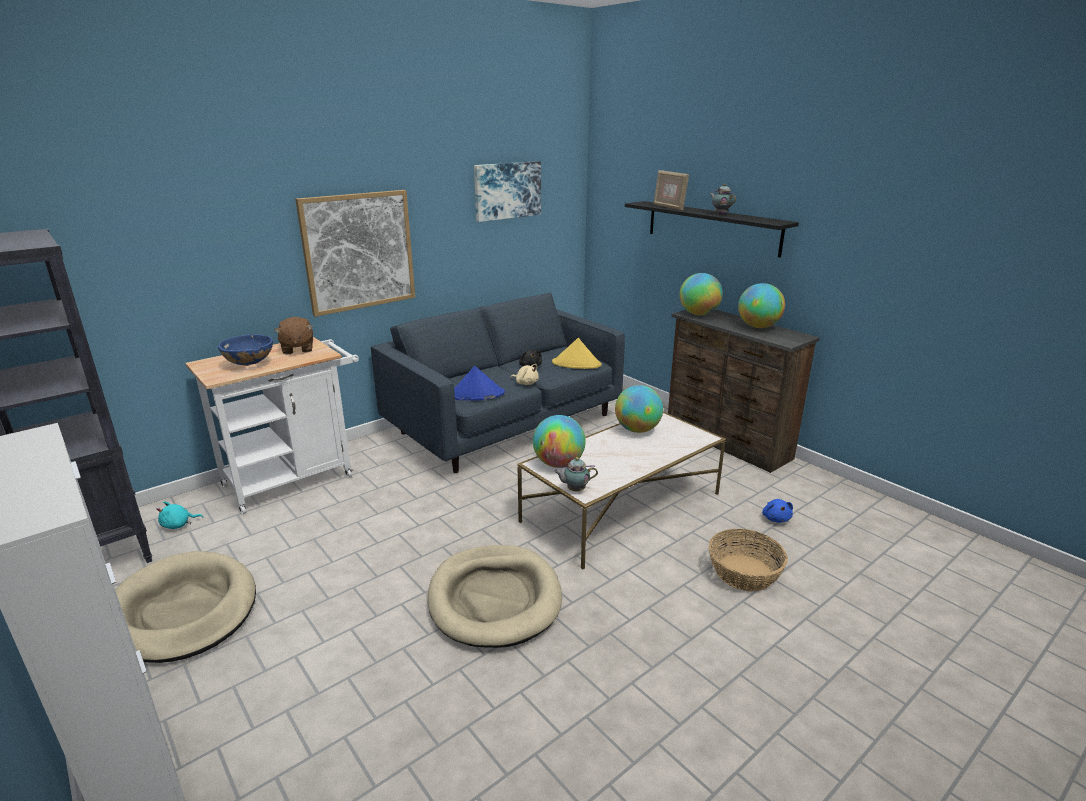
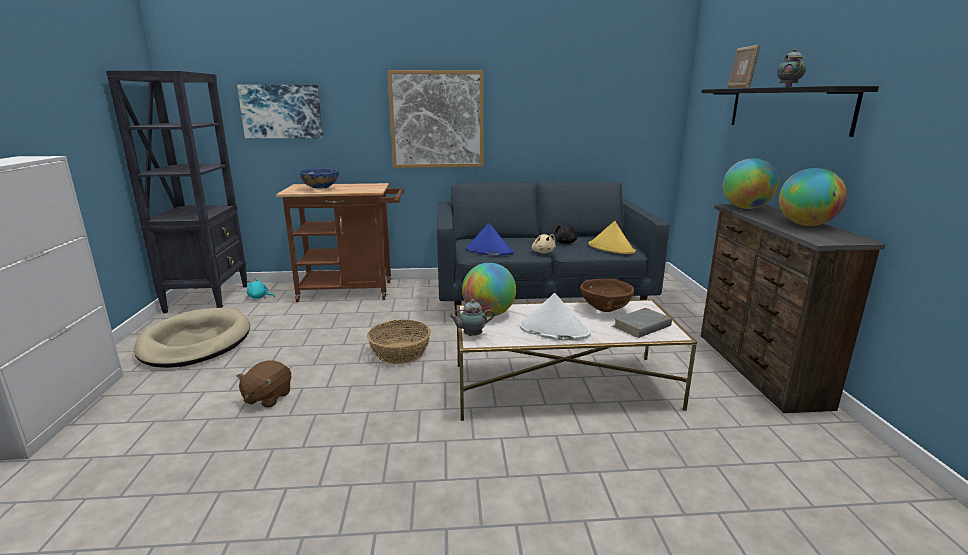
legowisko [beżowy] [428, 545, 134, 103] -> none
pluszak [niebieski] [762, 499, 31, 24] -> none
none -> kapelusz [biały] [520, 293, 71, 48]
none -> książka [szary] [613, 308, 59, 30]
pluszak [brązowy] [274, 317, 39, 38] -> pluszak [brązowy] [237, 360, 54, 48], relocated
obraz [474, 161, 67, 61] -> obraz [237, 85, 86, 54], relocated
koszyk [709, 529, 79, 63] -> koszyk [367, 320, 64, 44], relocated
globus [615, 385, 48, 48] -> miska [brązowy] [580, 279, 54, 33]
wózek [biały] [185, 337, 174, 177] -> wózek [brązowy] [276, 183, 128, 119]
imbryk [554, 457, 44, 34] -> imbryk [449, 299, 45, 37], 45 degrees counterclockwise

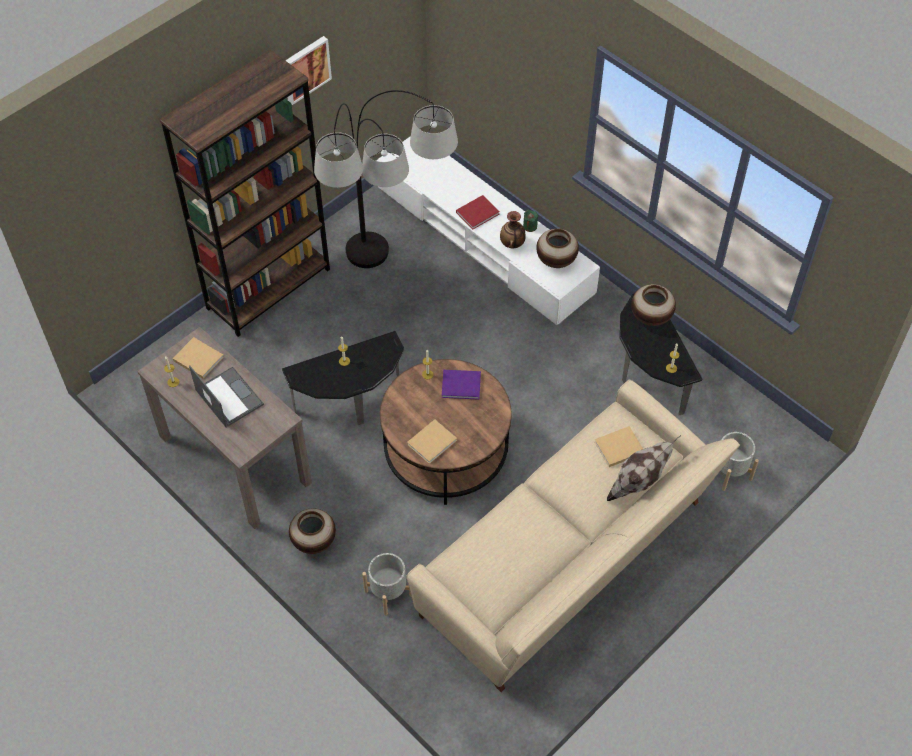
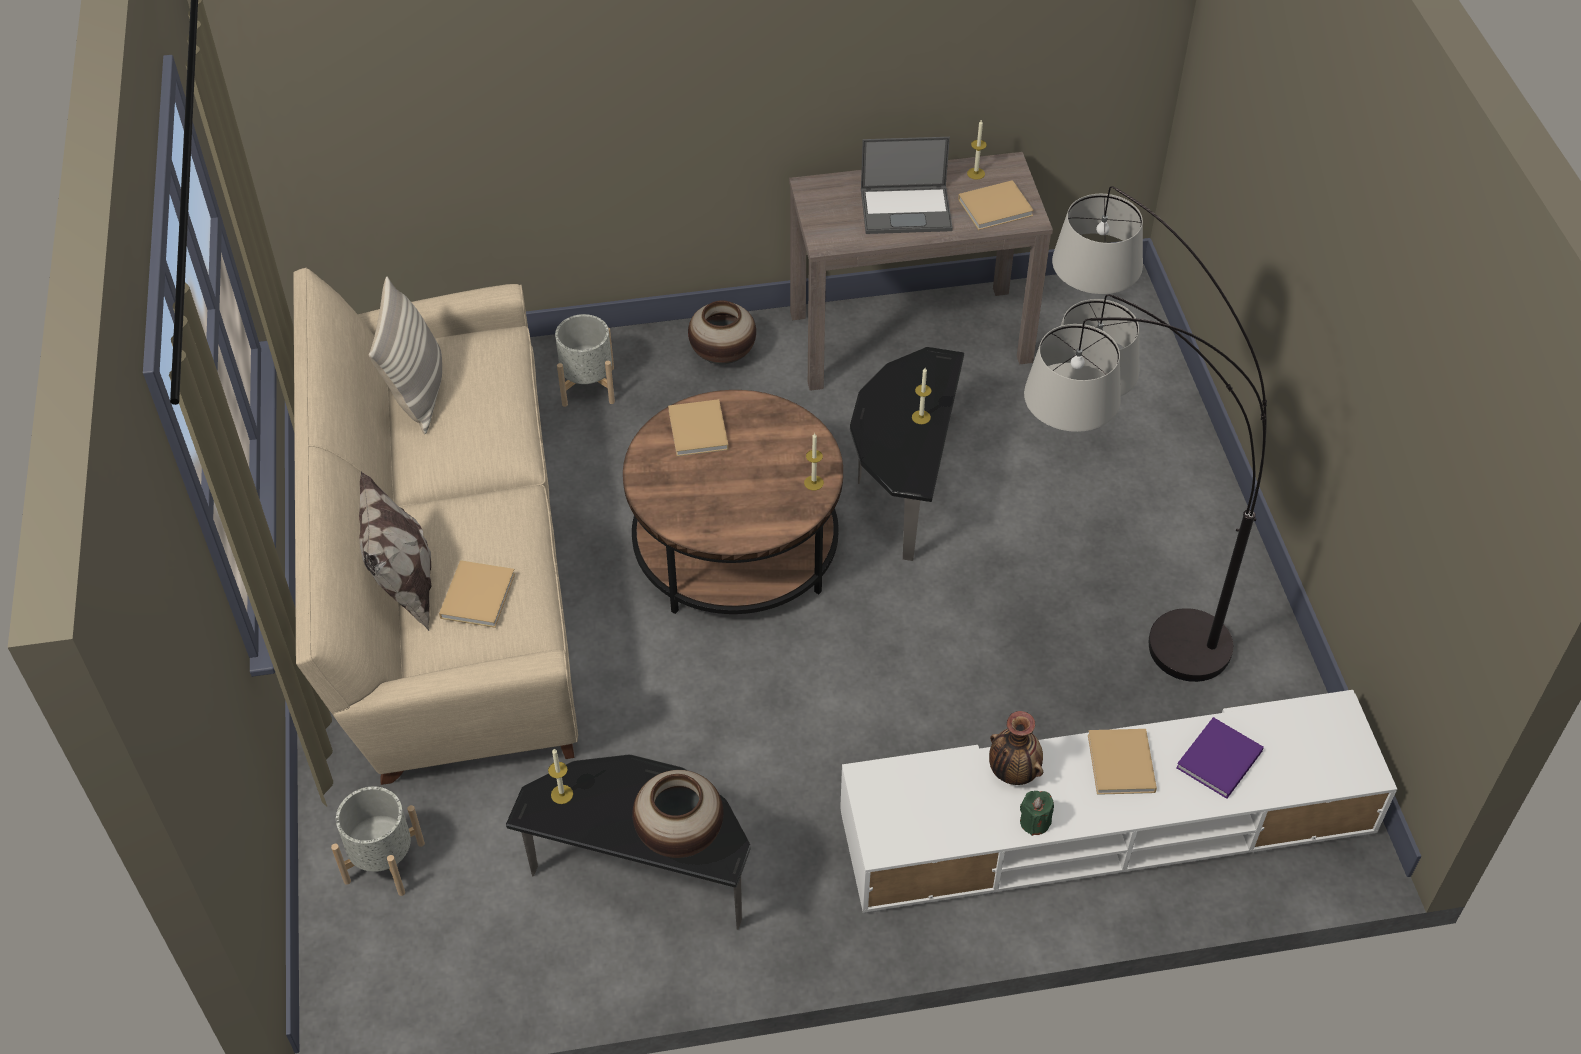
regał [brązowy] [160, 49, 170, 288] -> none
obraz [285, 36, 47, 69] -> none
wazon [536, 229, 43, 39] -> none
none -> poduszka [369, 277, 73, 157]
książka [fioletowy] [442, 370, 39, 30] -> książka [fioletowy] [1176, 717, 88, 82], relocated
książka [czerwony] [456, 195, 44, 34] -> książka [beżowy] [1088, 729, 69, 66]

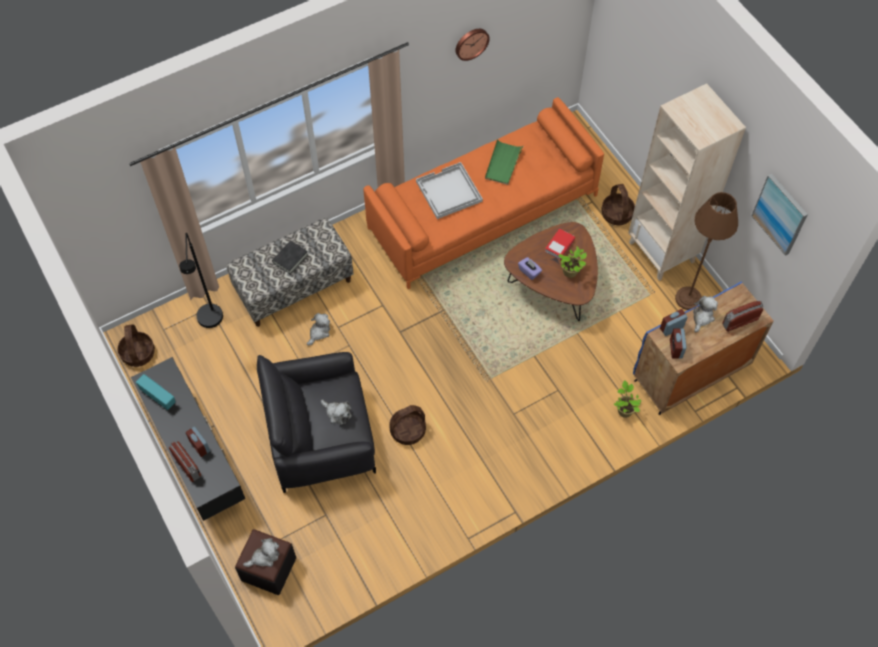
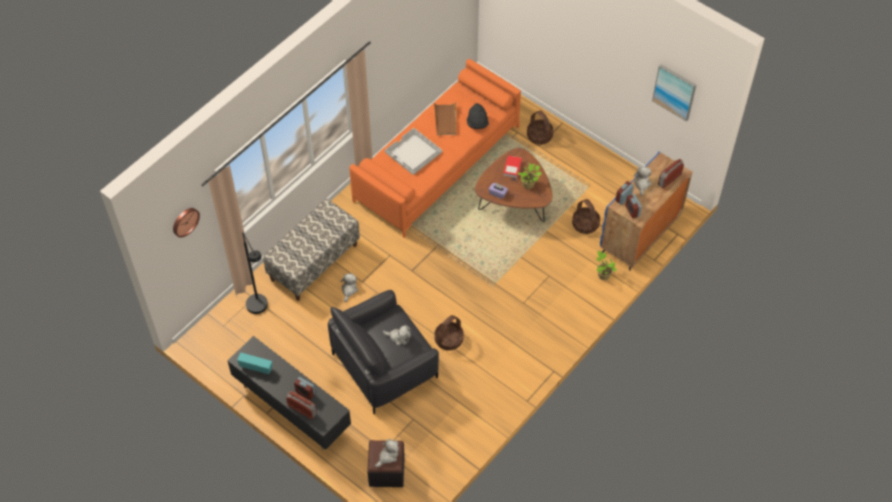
książka [czarny] [272, 241, 36, 33] -> none
regał [beżowy] [628, 84, 118, 197] -> none
lampa stojąca [brązowy] [675, 192, 63, 118] -> none
none -> kapelusz [czarny] [467, 103, 22, 26]
koszyk [118, 324, 37, 43] -> koszyk [572, 199, 28, 35], relocated
zegar ścienny [455, 29, 35, 32] -> zegar ścienny [173, 208, 27, 30], relocated
taca [zielony] [485, 139, 39, 46] -> taca [brązowy] [434, 103, 22, 32]

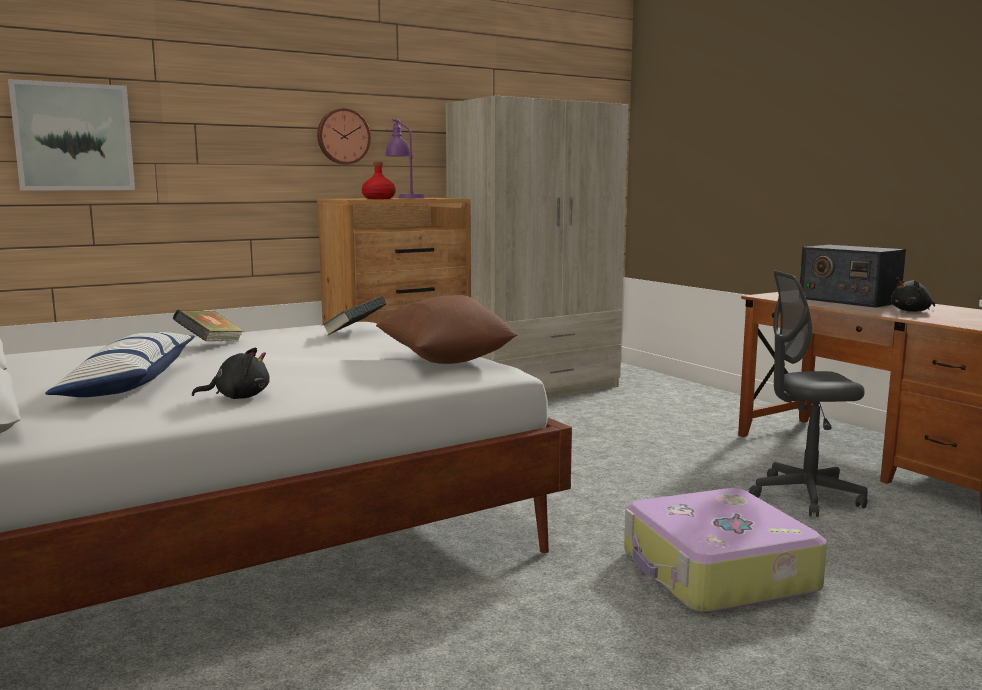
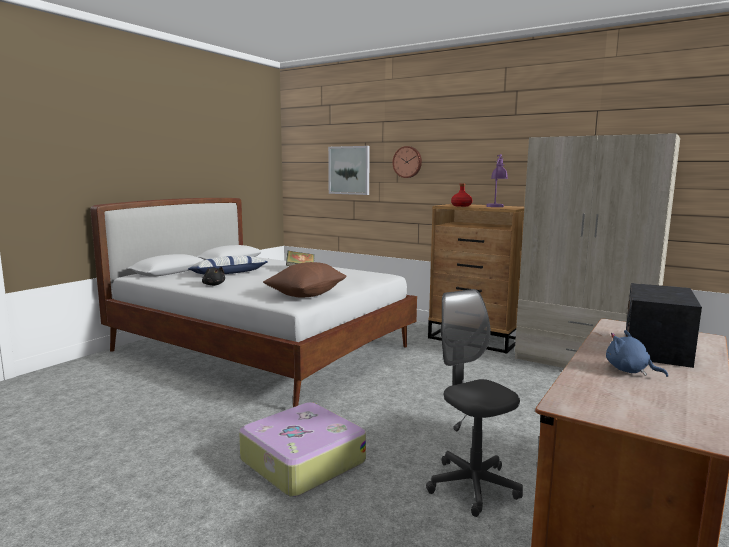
książka [322, 296, 64, 39] -> none
zegar ścienny [317, 108, 54, 56] -> zegar ścienny [392, 146, 30, 32], relocated
pluszak [czarny] [891, 278, 44, 34] -> pluszak [niebieski] [606, 330, 62, 47]

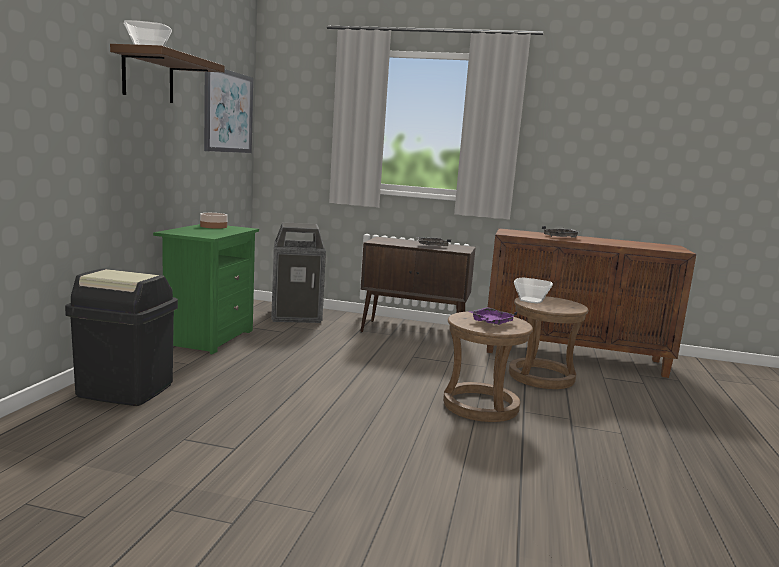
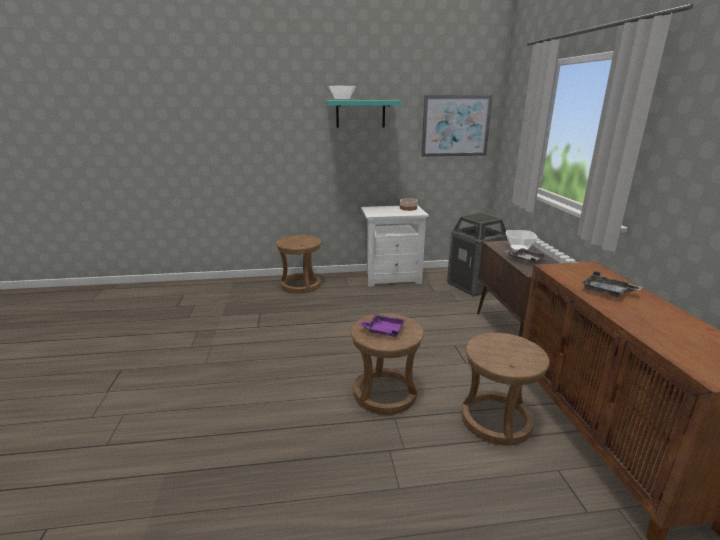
miska [514, 277, 39, 26] -> miska [506, 230, 31, 21], relocated
kosz na śmieci [czarny] [65, 269, 113, 137] -> stołek [brązowy] [276, 235, 45, 59]
półka [brązowy] [110, 44, 115, 59] -> półka [turkusowy] [326, 100, 75, 28]
szafka nocna [zielony] [153, 224, 106, 130] -> szafka nocna [biały] [361, 205, 68, 82]

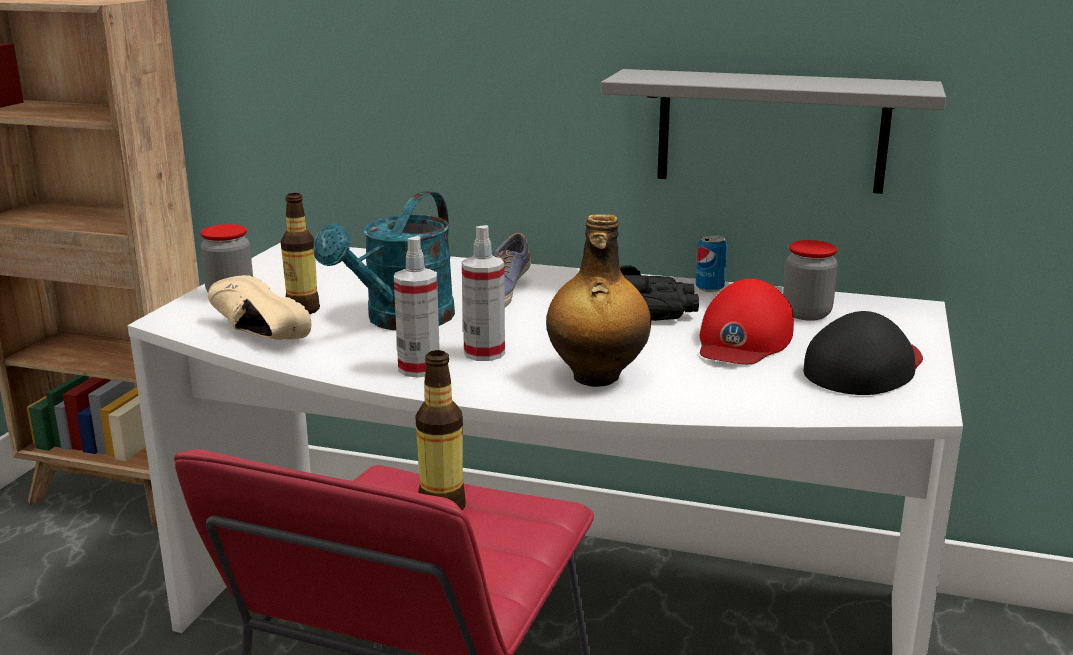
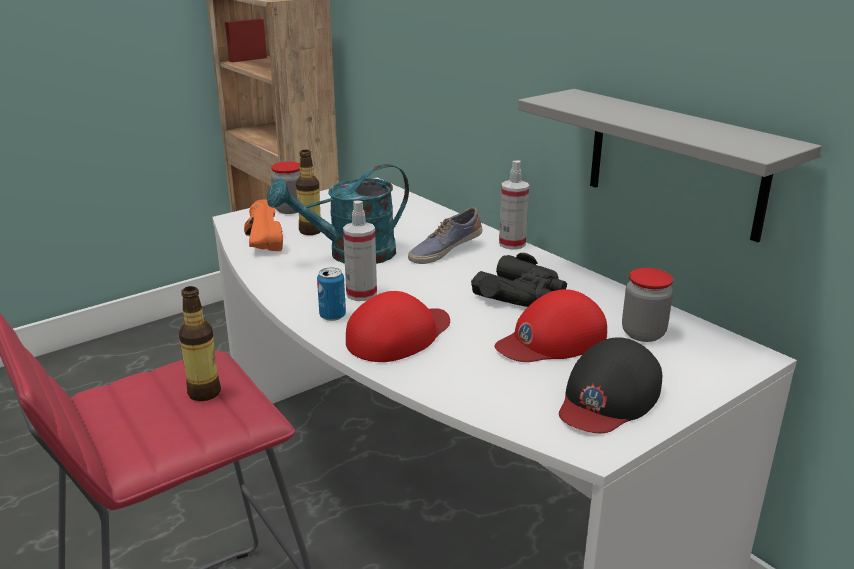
spryskiwacz [394, 236, 46, 142] -> spryskiwacz [499, 160, 30, 90], relocated
puszka [696, 235, 31, 57] -> puszka [317, 268, 29, 53], relocated
butelka [546, 214, 105, 173] -> czapka z daszkiem [czerwony] [346, 291, 104, 71]
but [beżowy] [208, 275, 103, 65] -> but [pomarańczowy] [244, 199, 39, 52]
czapka z daszkiem [czarny] [804, 311, 119, 84] -> czapka z daszkiem [czarny] [559, 337, 103, 96], 135 degrees clockwise

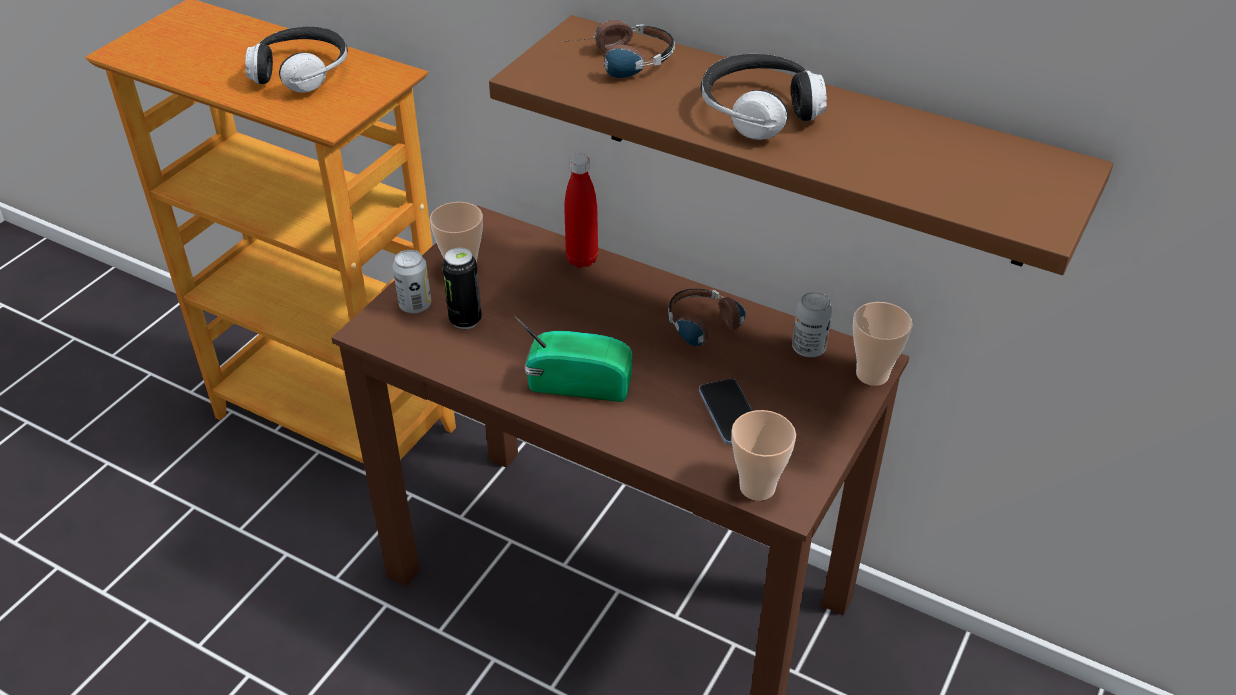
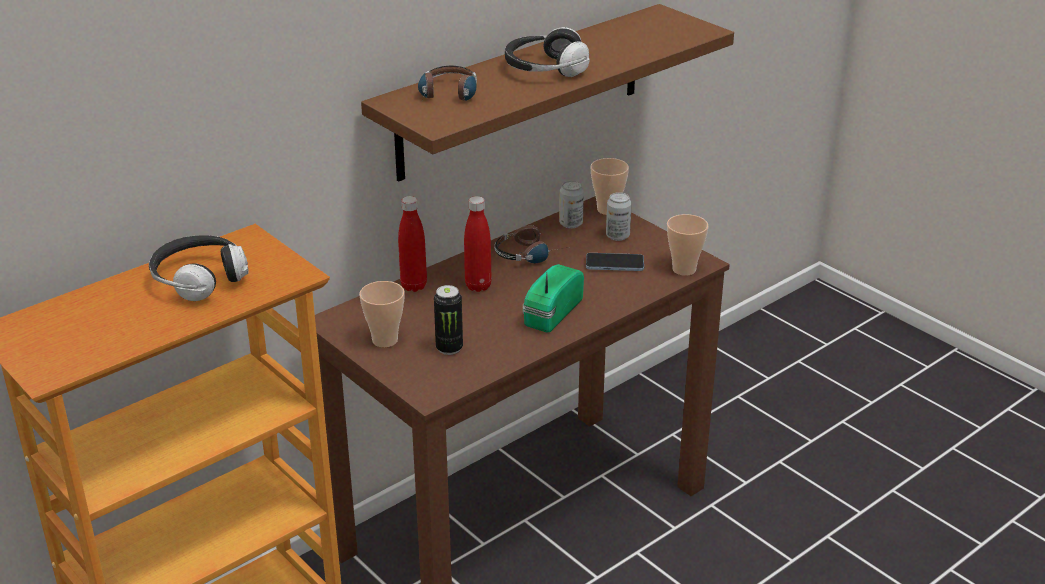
none -> butelka [czerwony] [464, 196, 28, 96]
puszka [393, 250, 38, 63] -> puszka [606, 192, 26, 49], relocated

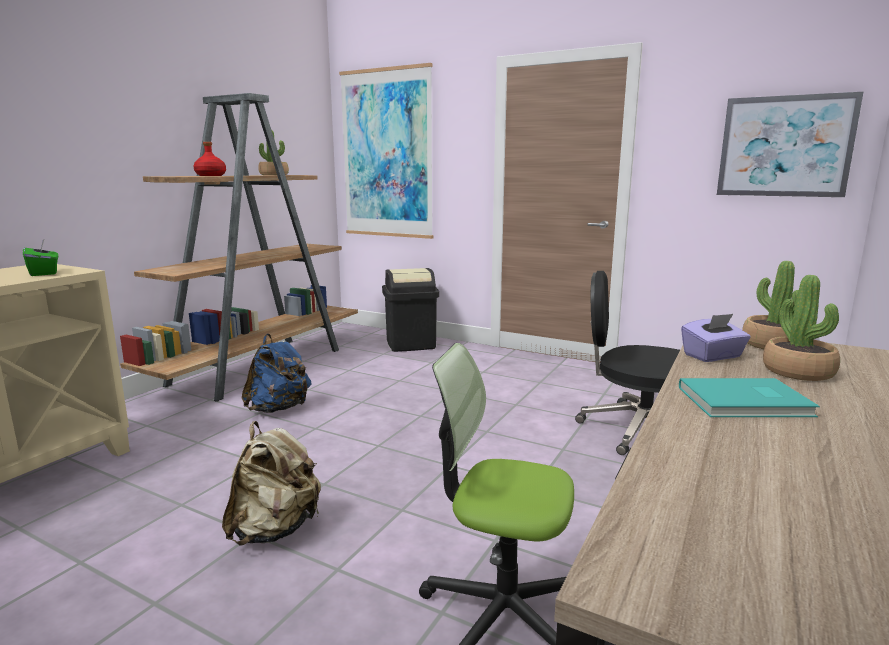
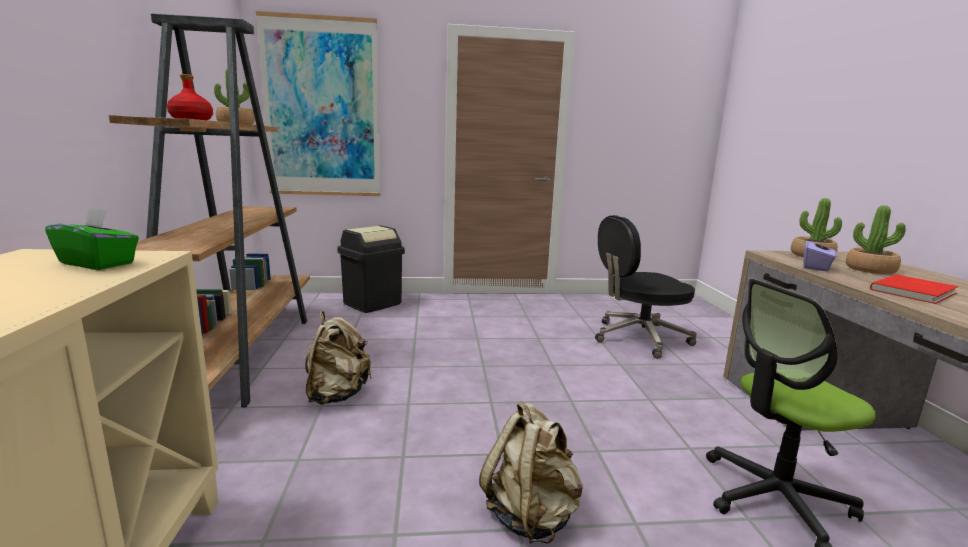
obraz [717, 92, 146, 105] -> none
plecak [niebieski] [242, 334, 70, 79] -> plecak [beżowy] [305, 311, 67, 94]
książka [turkusowy] [679, 378, 141, 39] -> książka [czerwony] [870, 274, 89, 30]

